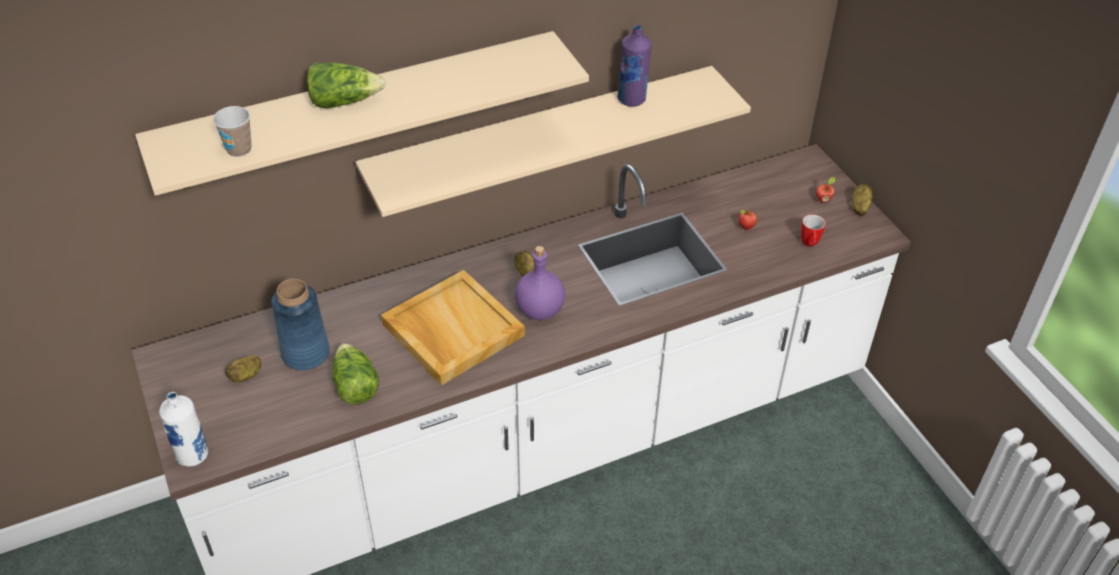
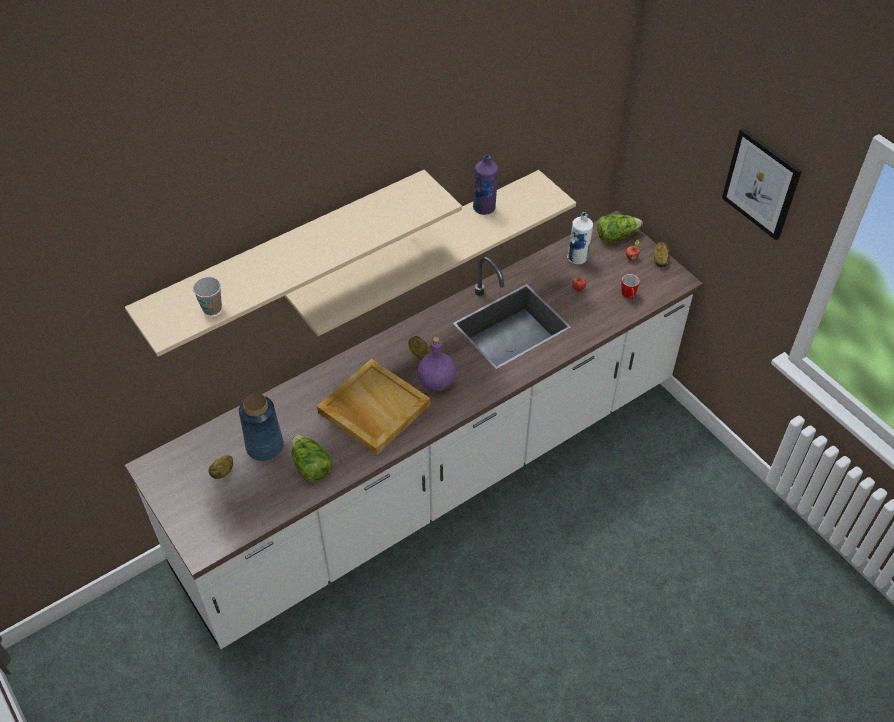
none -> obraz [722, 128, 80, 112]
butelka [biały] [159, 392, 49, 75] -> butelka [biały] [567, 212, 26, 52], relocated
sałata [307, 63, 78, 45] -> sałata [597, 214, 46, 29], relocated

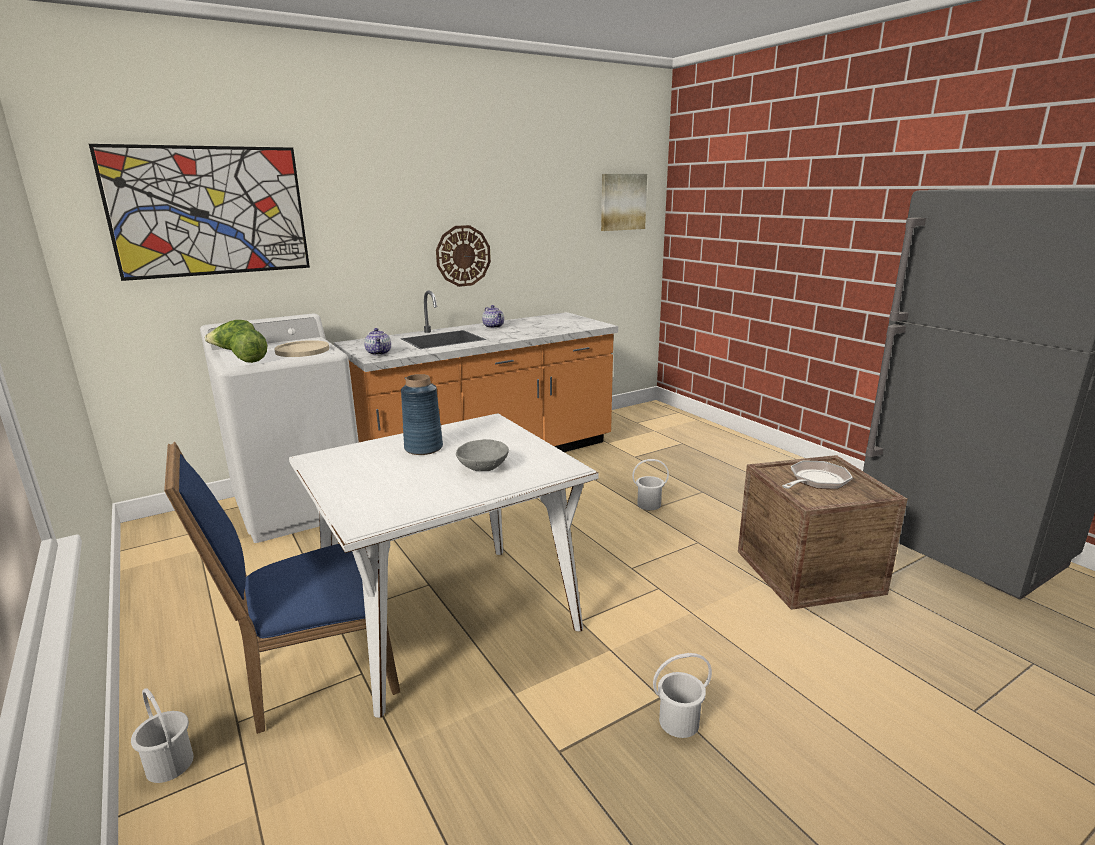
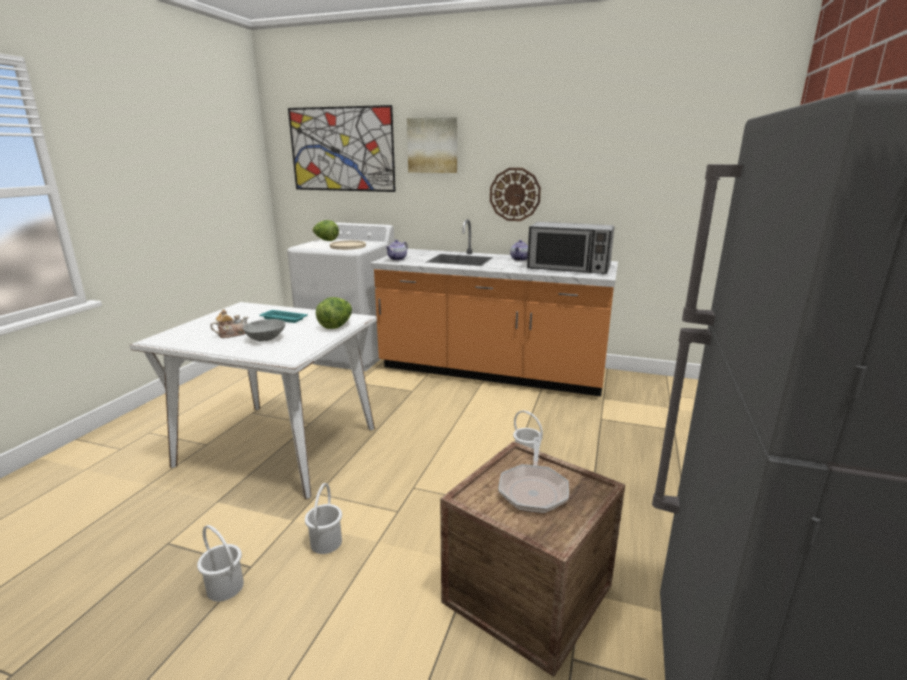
krzesło [niebieski] [164, 442, 236, 292] -> none
none -> imbryk [210, 309, 38, 29]
none -> mikrofalówka [527, 222, 88, 52]
wiadro [biały] [131, 688, 63, 95] -> wiadro [biały] [305, 483, 37, 71], relocated
sałata [230, 328, 37, 35] -> sałata [316, 297, 36, 32], relocated
obraz [601, 174, 46, 57] -> obraz [407, 117, 50, 56], relocated
wazon [niebieski] [401, 374, 42, 81] -> taca [turkusowy] [259, 310, 49, 13]
patelnia [782, 461, 71, 28] -> patelnia [498, 437, 71, 77], 90 degrees clockwise

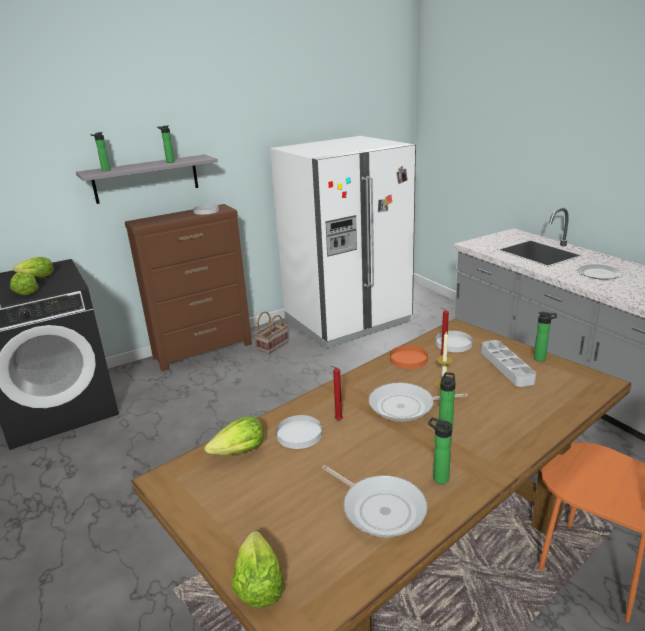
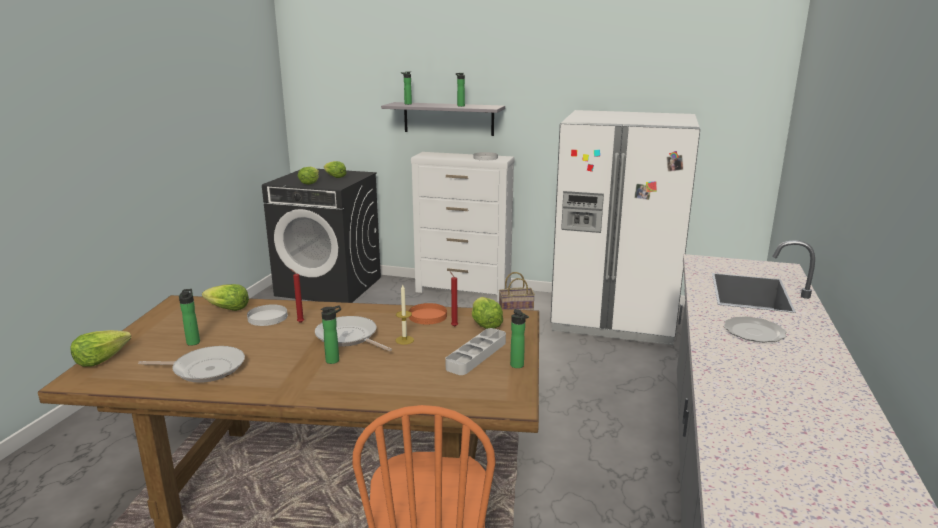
butelka [428, 417, 24, 67] -> butelka [179, 289, 21, 57], relocated
talerz [biały] [436, 331, 37, 21] -> sałata [472, 297, 31, 32]
komoda [brązowy] [125, 204, 127, 167] -> komoda [biały] [411, 152, 104, 149]
patelnia [322, 465, 106, 73] -> patelnia [138, 346, 107, 37], 90 degrees counterclockwise

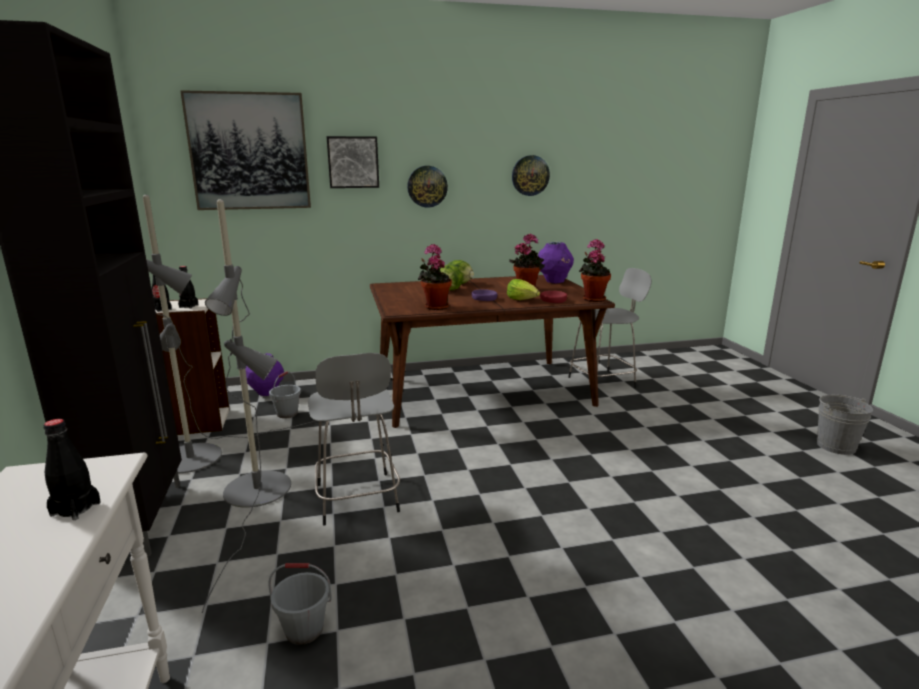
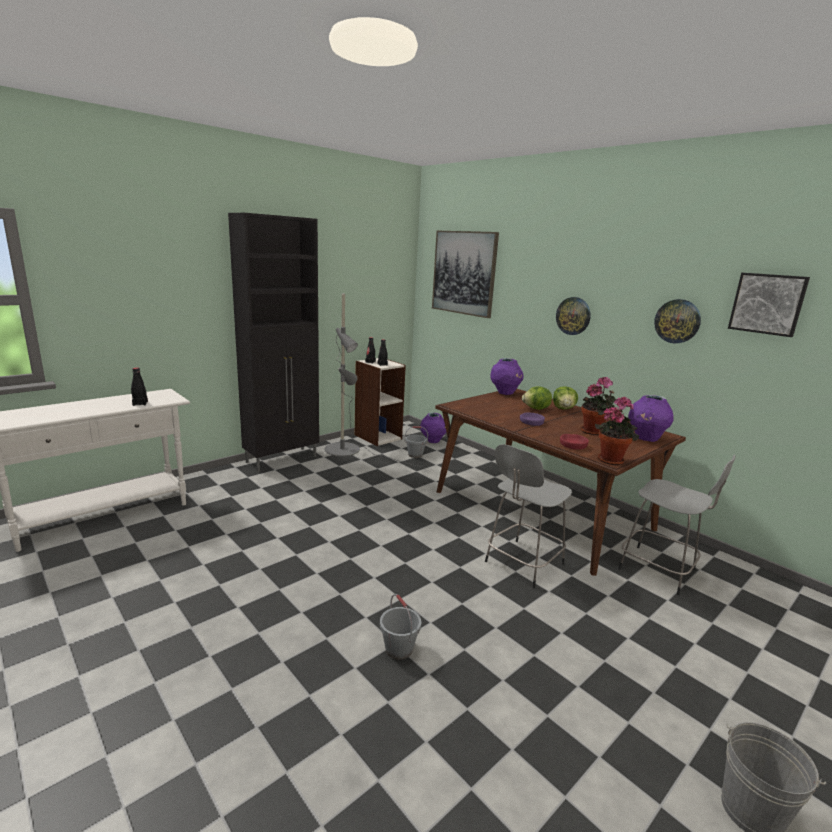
lampa stojąca [szary] [202, 199, 89, 414] -> none
roślina doniczkowa [418, 244, 34, 66] -> none
sałata [507, 279, 33, 21] -> none
none -> wazon [fioletowy] [490, 358, 34, 37]
wiadro [szary] [268, 563, 64, 82] -> wiadro [szary] [380, 594, 41, 66], relocated
stołek [szary] [308, 353, 92, 173] -> stołek [szary] [485, 444, 87, 144], relocated
obraz [327, 136, 52, 52] -> obraz [728, 273, 82, 64], relocated

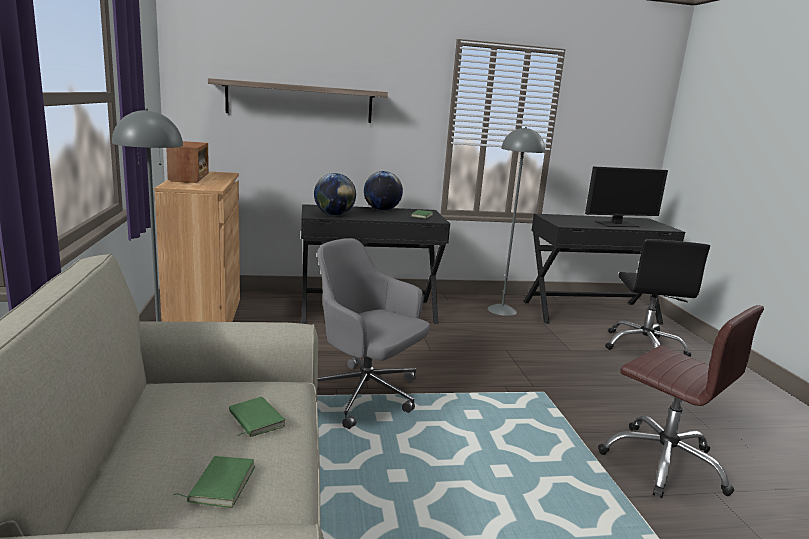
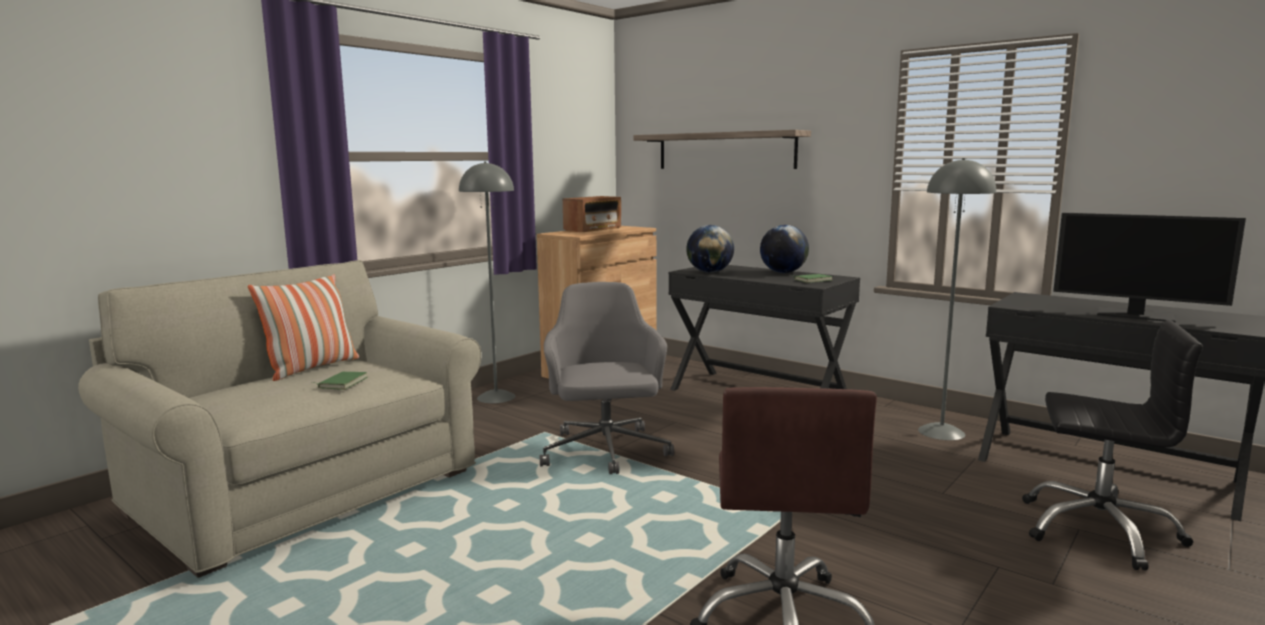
książka [zielony] [173, 456, 82, 52] -> none
none -> poduszka [248, 274, 111, 107]
krzesło biurowe [czarny] [605, 239, 105, 118] -> krzesło biurowe [czarny] [1022, 320, 181, 250], 120 degrees counterclockwise

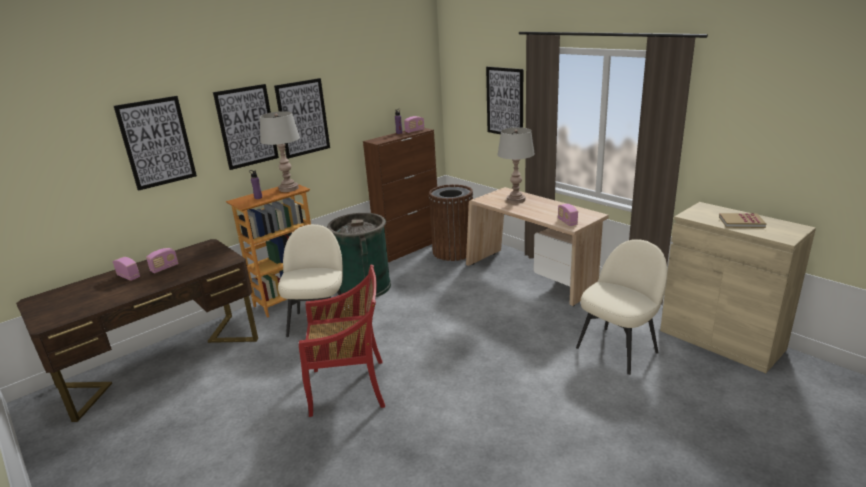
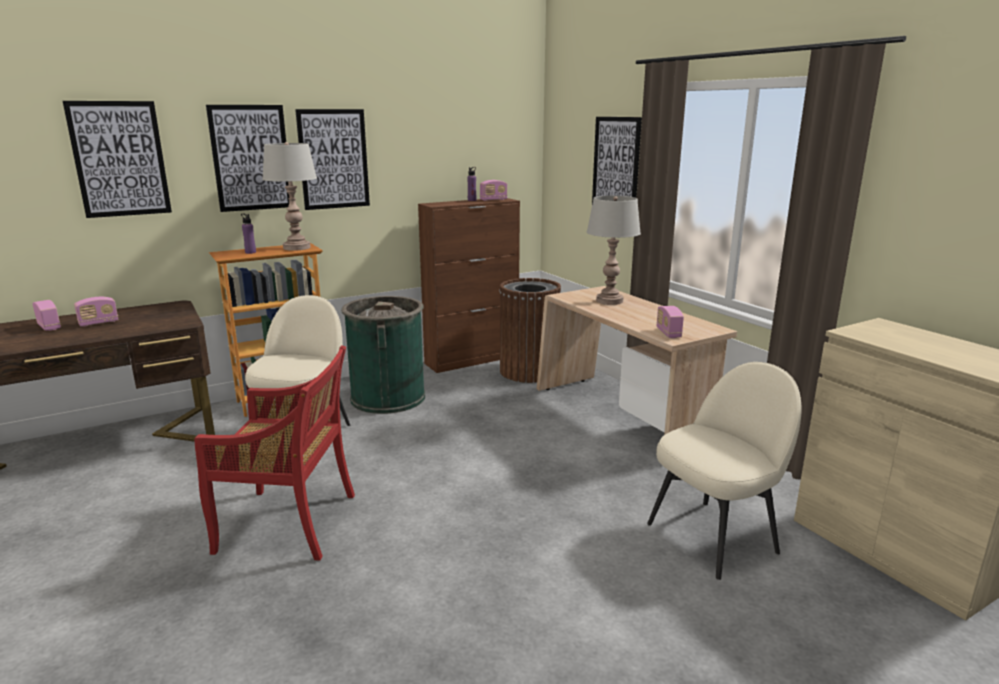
książka [719, 213, 47, 15] -> none

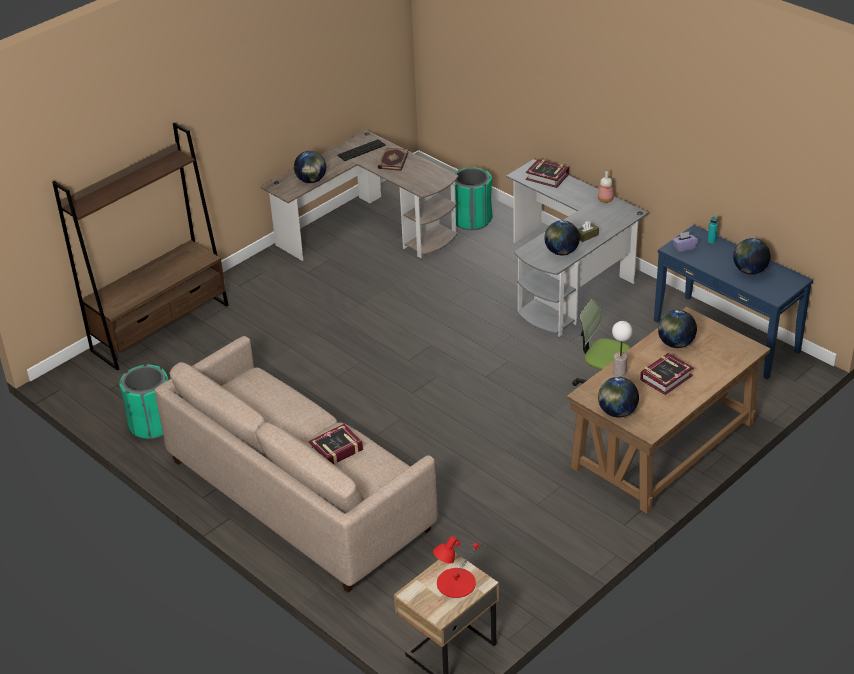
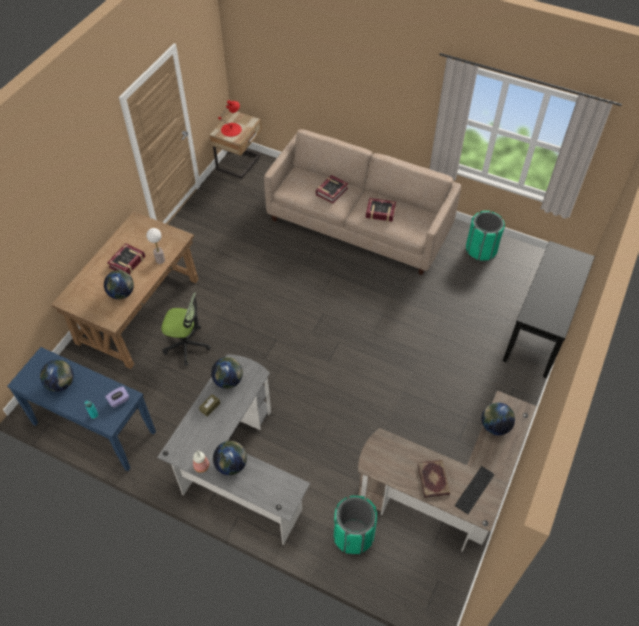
książka [526, 159, 43, 29] -> książka [366, 198, 30, 24], relocated
globus [598, 377, 41, 41] -> globus [213, 441, 34, 34], relocated
regał [brązowy] [52, 123, 177, 248] -> stolik konsolowy [czarny] [503, 241, 92, 137]

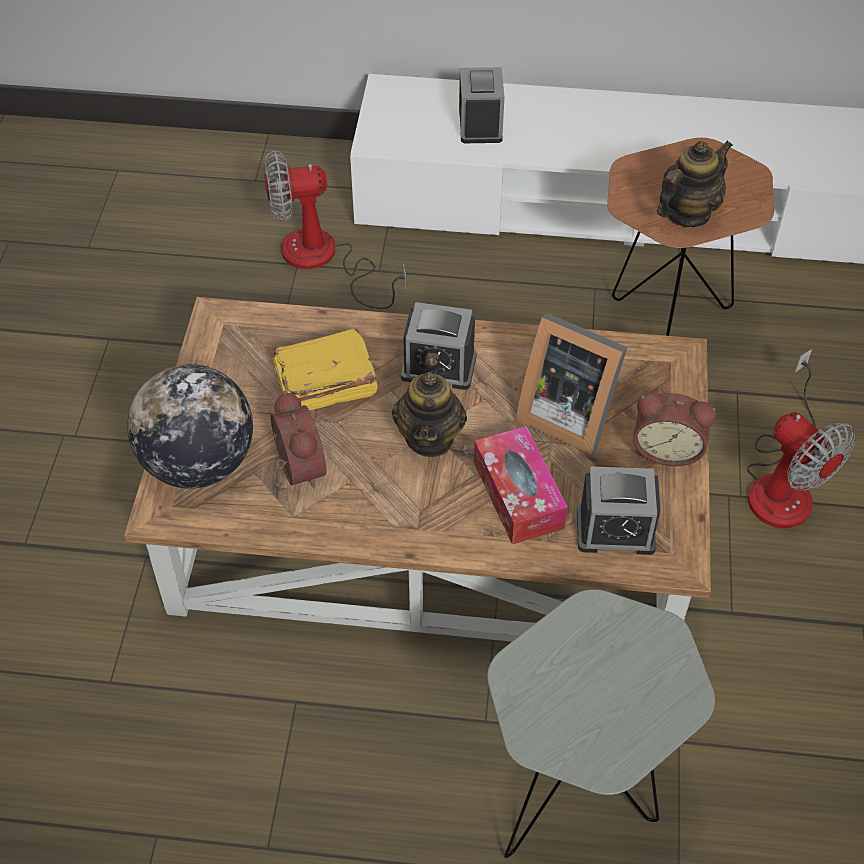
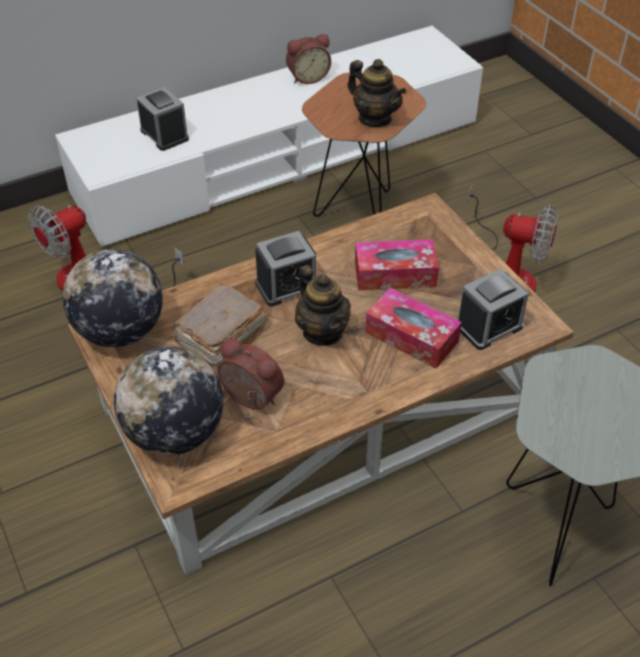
none -> globus [63, 249, 100, 98]
budzik [633, 392, 83, 74] -> budzik [286, 34, 45, 50], relocated
ramka na zdjęcie [516, 313, 111, 142] -> pudełko chusteczek [355, 239, 84, 51]
książka [żółty] [272, 328, 106, 83] -> książka [brązowy] [172, 283, 93, 84]
imbryk [657, 141, 76, 86] -> imbryk [348, 59, 58, 68], 120 degrees clockwise

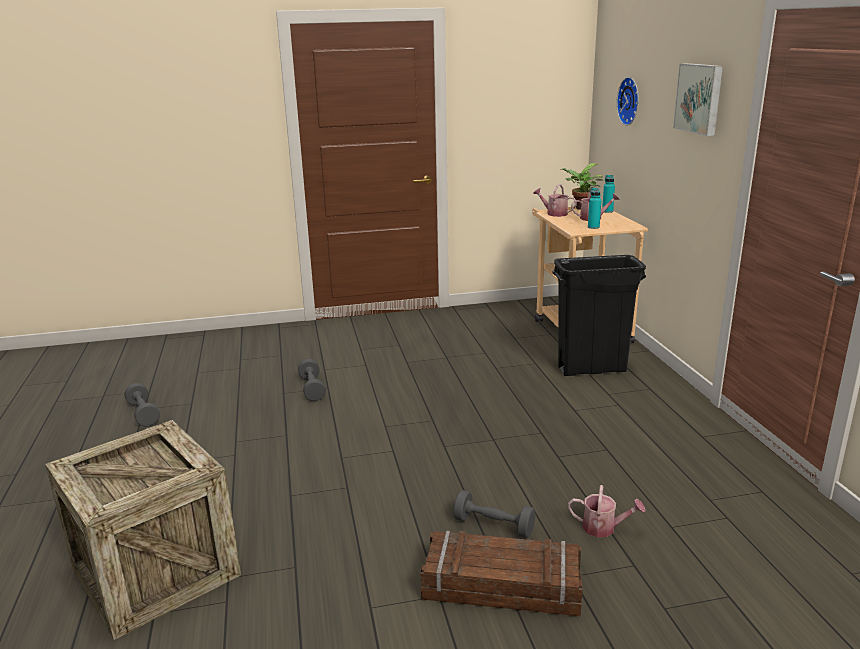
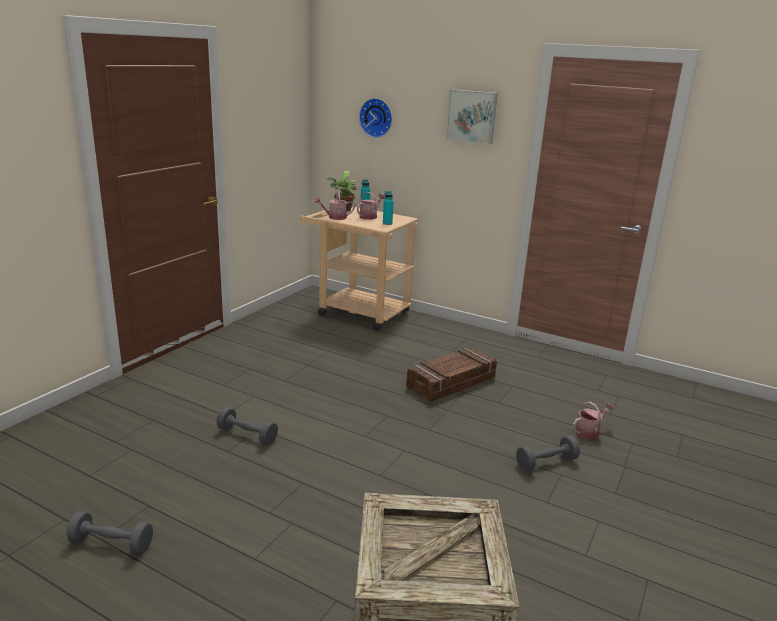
kosz na śmieci [czarny] [552, 255, 94, 121] -> none
skrzynka [420, 530, 162, 86] -> skrzynka [406, 347, 91, 55], relocated

